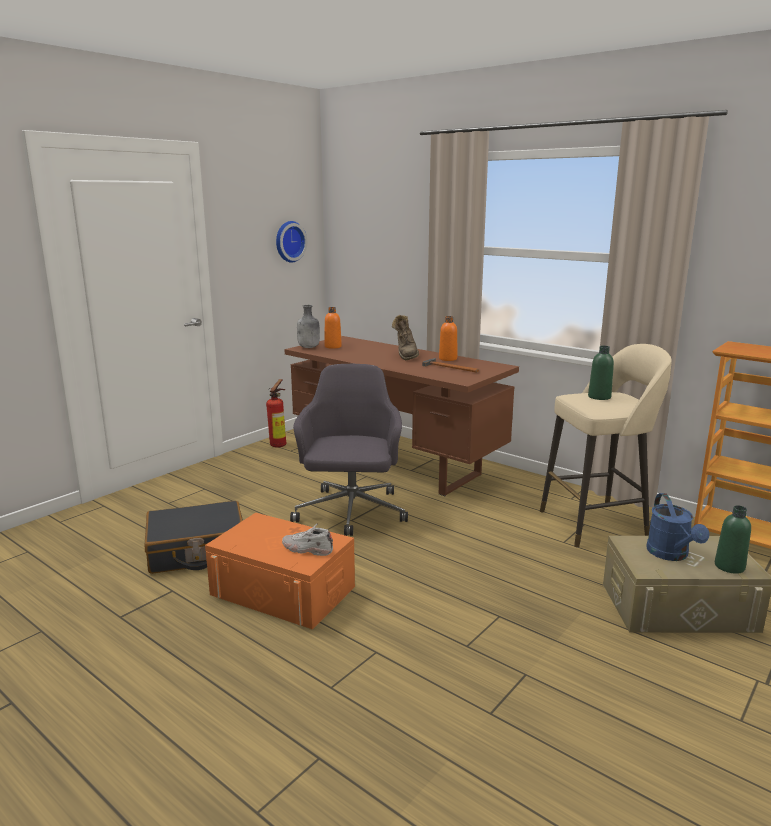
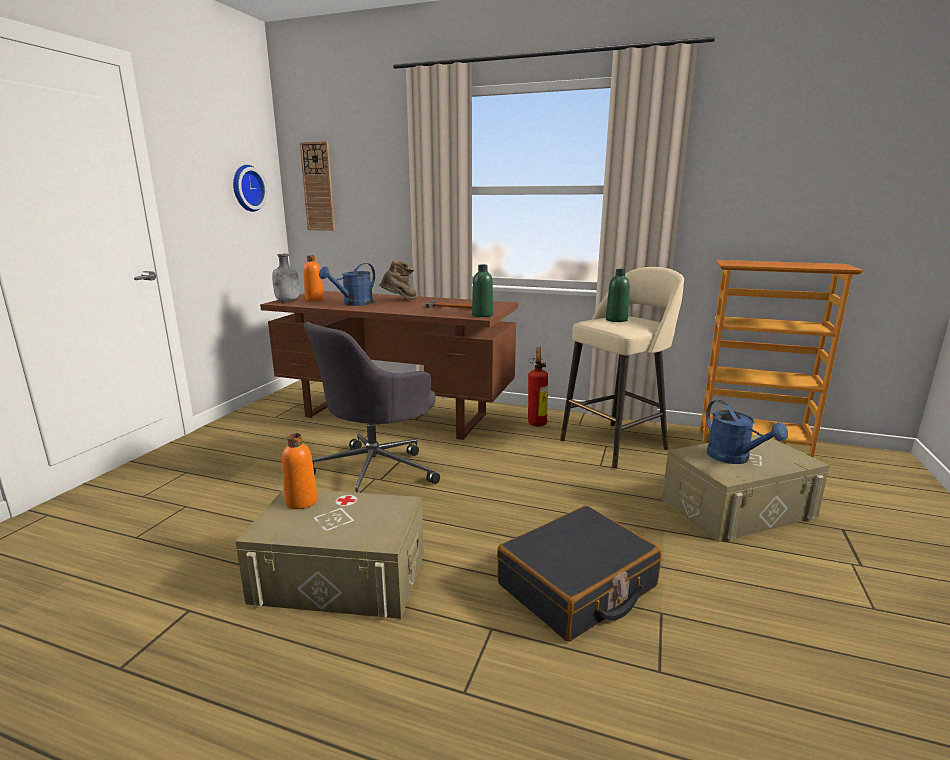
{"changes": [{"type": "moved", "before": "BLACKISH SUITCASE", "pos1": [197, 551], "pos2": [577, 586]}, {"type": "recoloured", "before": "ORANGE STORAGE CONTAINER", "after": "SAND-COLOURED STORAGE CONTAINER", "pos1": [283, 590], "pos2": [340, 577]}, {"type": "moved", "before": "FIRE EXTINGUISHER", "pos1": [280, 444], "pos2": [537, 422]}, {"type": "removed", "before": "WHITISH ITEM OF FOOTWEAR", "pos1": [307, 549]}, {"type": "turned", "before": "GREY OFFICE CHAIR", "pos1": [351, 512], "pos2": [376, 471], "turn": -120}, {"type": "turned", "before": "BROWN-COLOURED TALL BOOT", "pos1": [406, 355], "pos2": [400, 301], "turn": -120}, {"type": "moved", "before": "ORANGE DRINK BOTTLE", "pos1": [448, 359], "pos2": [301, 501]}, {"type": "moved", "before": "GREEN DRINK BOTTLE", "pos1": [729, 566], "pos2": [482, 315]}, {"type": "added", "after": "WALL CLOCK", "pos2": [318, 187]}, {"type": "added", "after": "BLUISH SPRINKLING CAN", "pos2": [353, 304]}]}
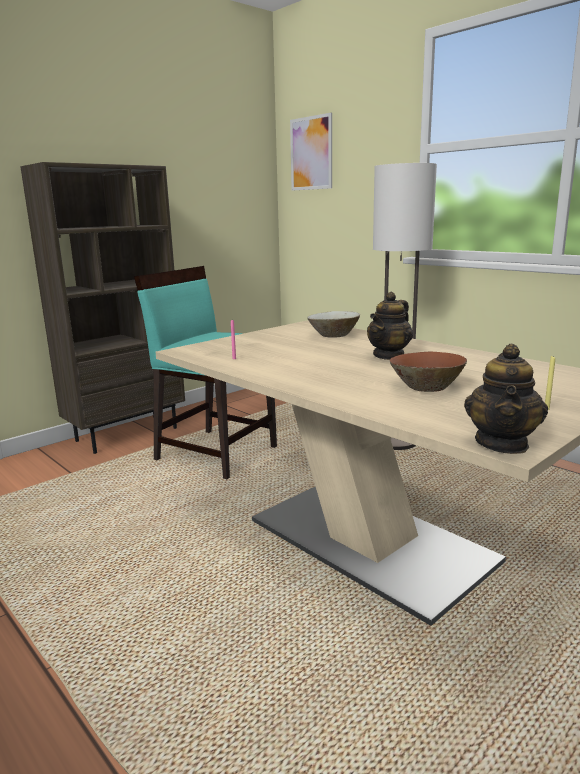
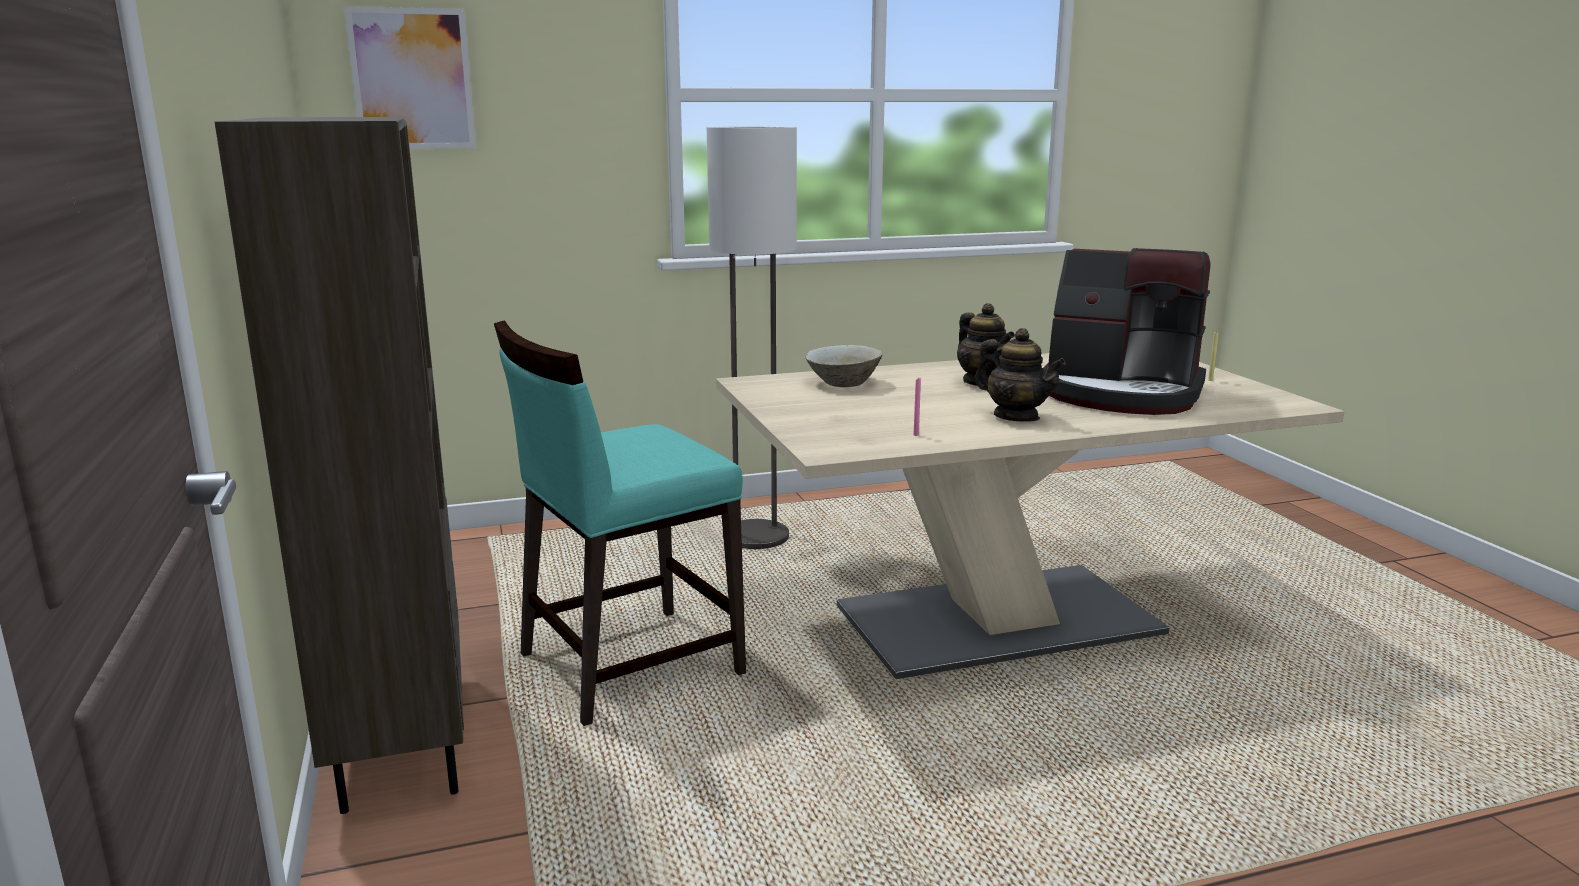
{"changes": [{"type": "replaced", "before": "BROWN-COLOURED SERVING BOWL", "after": "COFFEE MACHINE", "pos1": [426, 387], "pos2": [1121, 394]}, {"type": "moved", "before": "TEA POT", "pos1": [502, 443], "pos2": [1016, 417]}]}
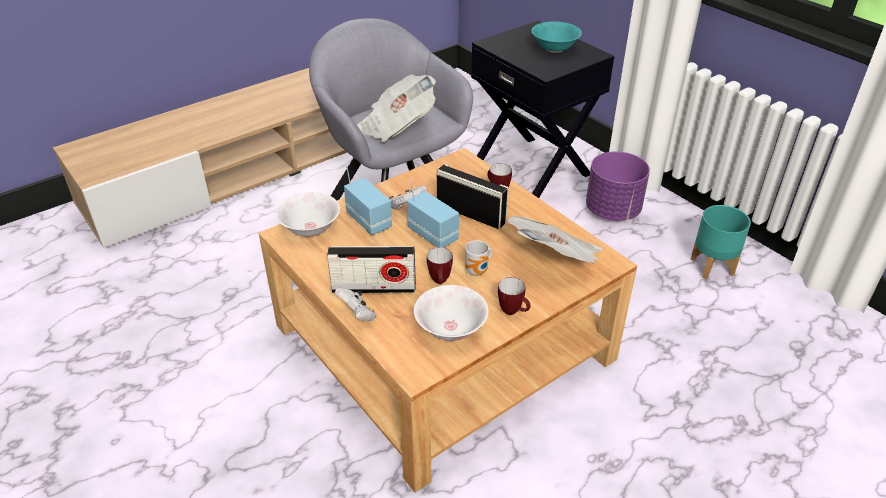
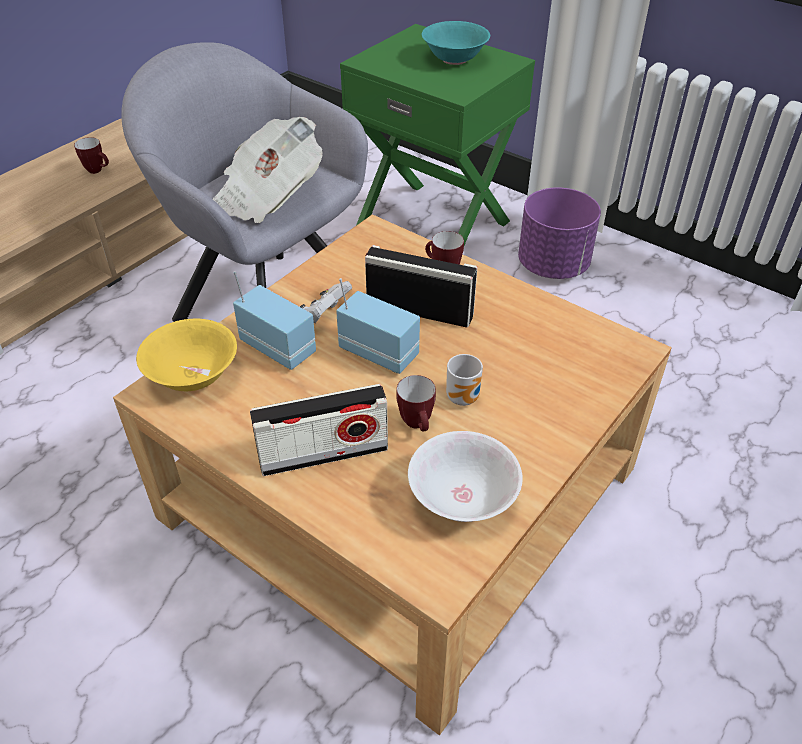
{"changes": [{"type": "recoloured", "before": "WHITISH SERVING BOWL", "after": "YELLOW SERVING BOWL", "pos1": [310, 229], "pos2": [193, 377]}, {"type": "removed", "before": "WHITISH JOYPAD", "pos1": [357, 314]}, {"type": "recoloured", "before": "BLACKISH NIGHT TABLE", "after": "GREEN NIGHT TABLE", "pos1": [532, 168], "pos2": [434, 224]}, {"type": "moved", "before": "MUG", "pos1": [513, 311], "pos2": [98, 171]}, {"type": "removed", "before": "PRINTED PAPER", "pos1": [556, 259]}, {"type": "removed", "before": "BLUE-GREEN PLANT POT", "pos1": [711, 266]}]}
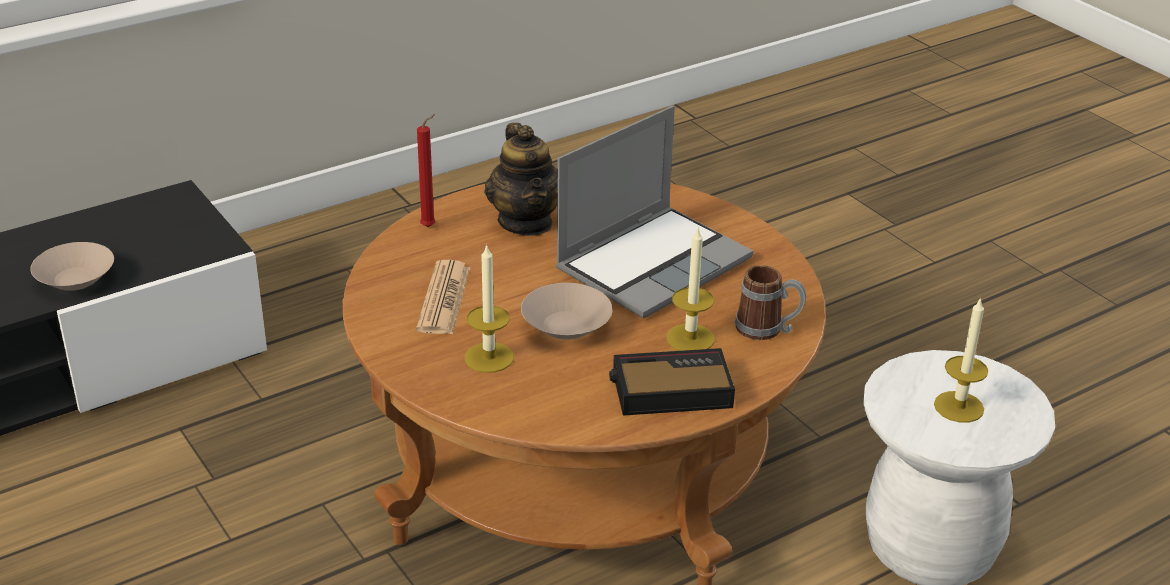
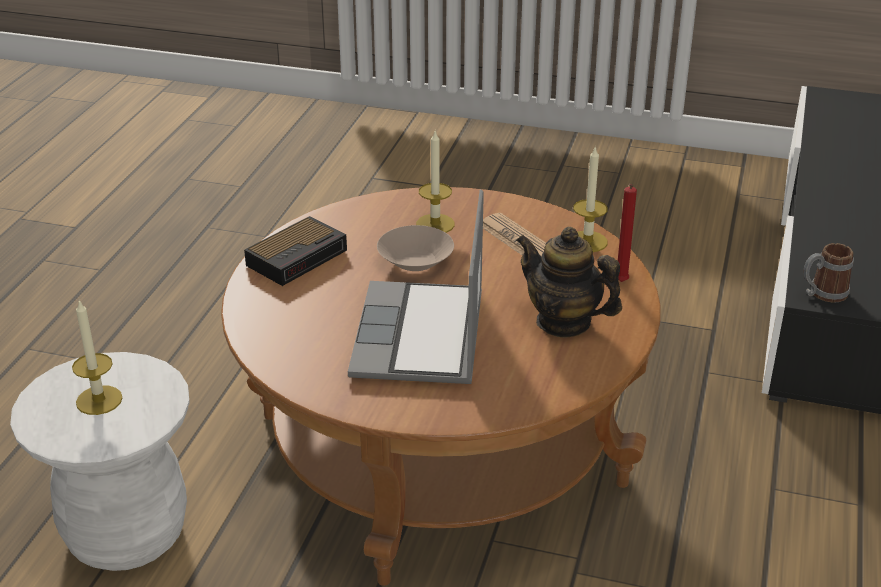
{"changes": [{"type": "removed", "before": "SAND-COLOURED SERVING BOWL", "pos1": [76, 280]}, {"type": "moved", "before": "WAX LIGHT", "pos1": [690, 338], "pos2": [587, 241]}, {"type": "moved", "before": "MUG", "pos1": [767, 329], "pos2": [822, 294]}]}
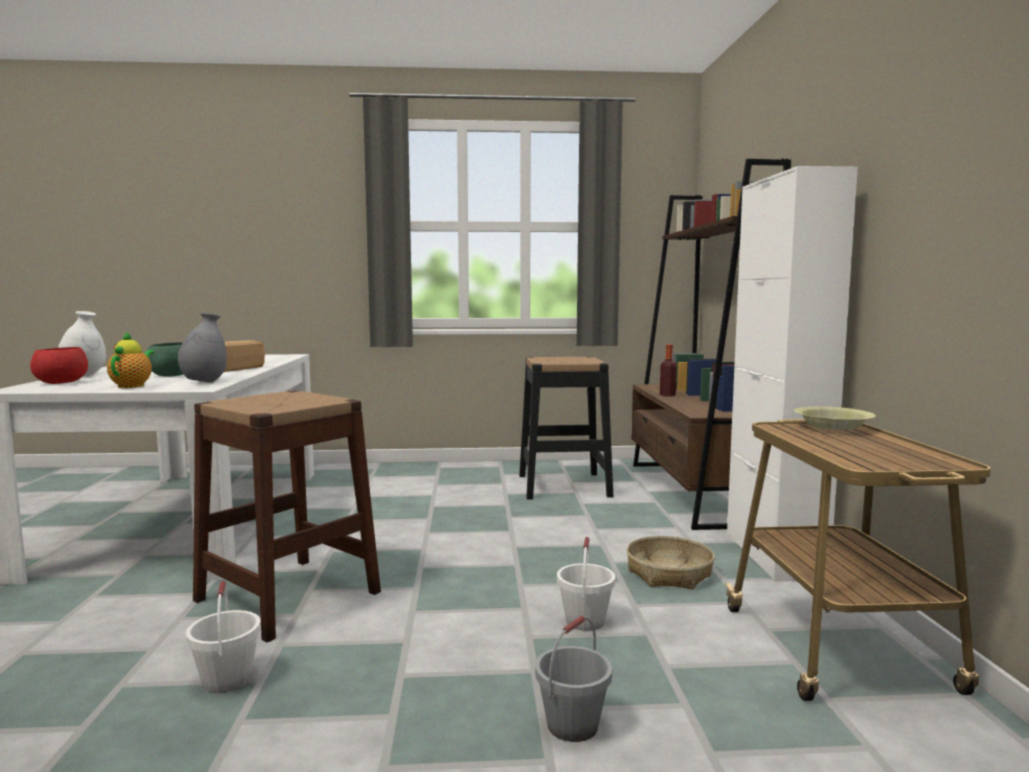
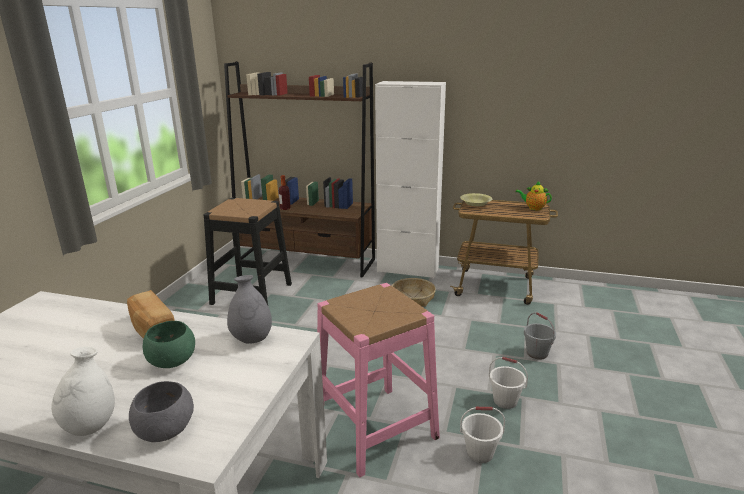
{"changes": [{"type": "recoloured", "before": "RED SERVING BOWL", "after": "GREY SERVING BOWL", "pos1": [61, 383], "pos2": [164, 430]}, {"type": "moved", "before": "TEA POT", "pos1": [133, 386], "pos2": [533, 208]}, {"type": "recoloured", "before": "BROWN-COLOURED SITTING STOOL", "after": "PINK SITTING STOOL", "pos1": [288, 596], "pos2": [375, 428]}, {"type": "moved", "before": "WHITISH BUCKET", "pos1": [584, 621], "pos2": [505, 401]}]}
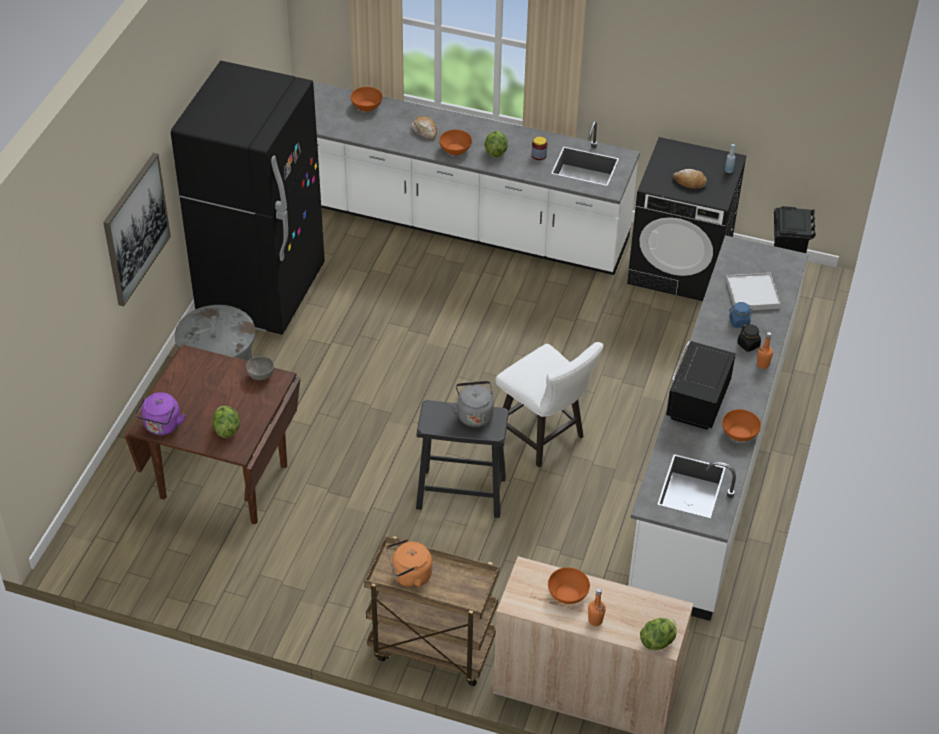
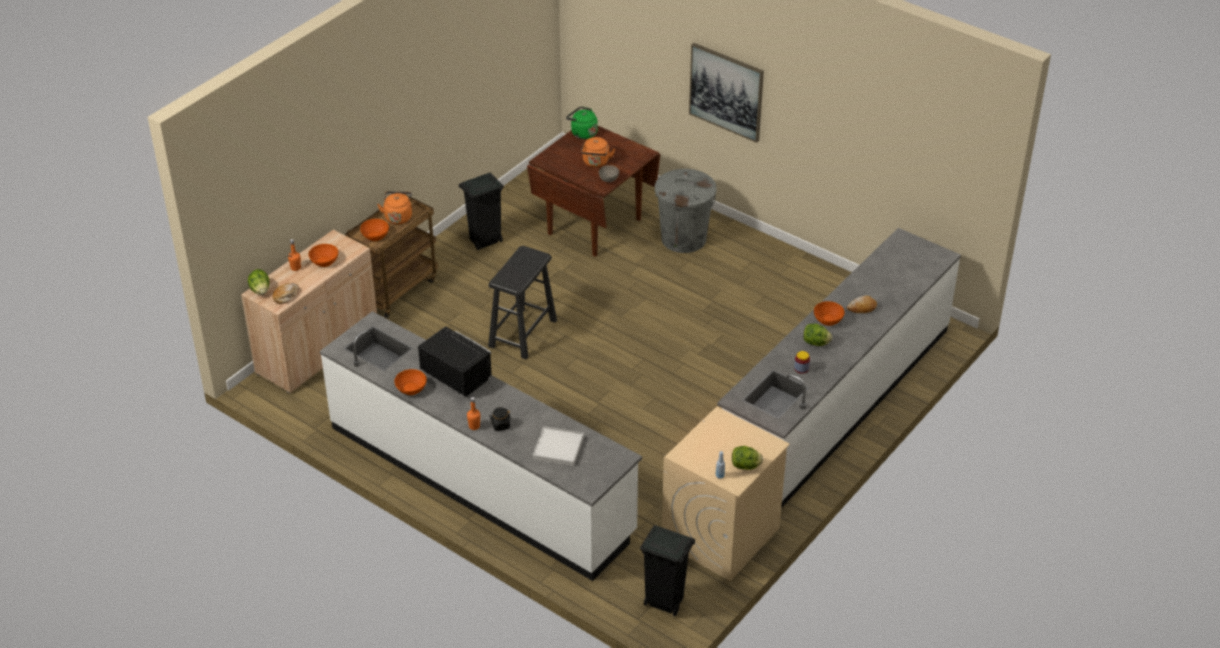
{"changes": [{"type": "recoloured", "before": "PURPLISH KETTLE", "after": "GREEN KETTLE", "pos1": [162, 426], "pos2": [582, 133]}, {"type": "removed", "before": "BLACKISH KITCHEN FRIDGE", "pos1": [261, 291]}, {"type": "moved", "before": "LETTUCE HEAD", "pos1": [226, 429], "pos2": [746, 466]}, {"type": "moved", "before": "ORANGE SERVING BOWL", "pos1": [366, 106], "pos2": [375, 236]}, {"type": "removed", "before": "GREY KETTLE", "pos1": [474, 414]}, {"type": "removed", "before": "WHITISH SITTING STOOL", "pos1": [544, 438]}, {"type": "recoloured", "before": "BLACKISH WASHING MACHINE", "after": "SAND-COLOURED WASHING MACHINE", "pos1": [680, 267], "pos2": [720, 536]}, {"type": "moved", "before": "BAKED BREAD", "pos1": [689, 182], "pos2": [286, 296]}, {"type": "removed", "before": "BLUISH JAR", "pos1": [739, 322]}, {"type": "added", "after": "BLACKISH TRASH CAN", "pos2": [484, 241]}, {"type": "added", "after": "ORANGE KETTLE", "pos2": [596, 162]}]}
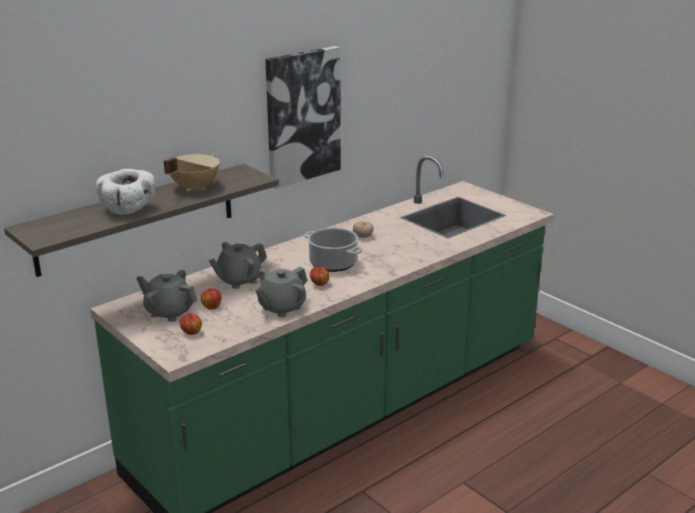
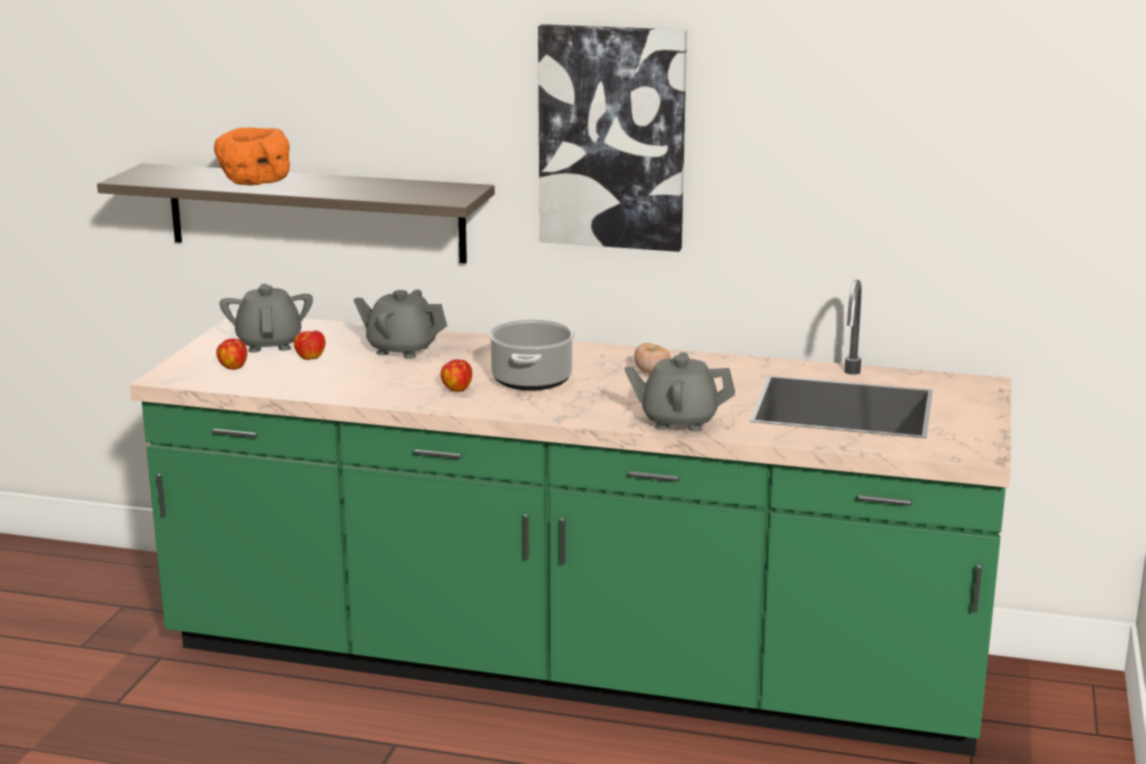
{"changes": [{"type": "recoloured", "before": "WHITISH SERVING BOWL", "after": "ORANGE SERVING BOWL", "pos1": [128, 210], "pos2": [255, 183]}, {"type": "removed", "before": "SAND-COLOURED STOCKPOT", "pos1": [193, 187]}, {"type": "moved", "before": "GREY TEA POT", "pos1": [281, 308], "pos2": [678, 421]}]}
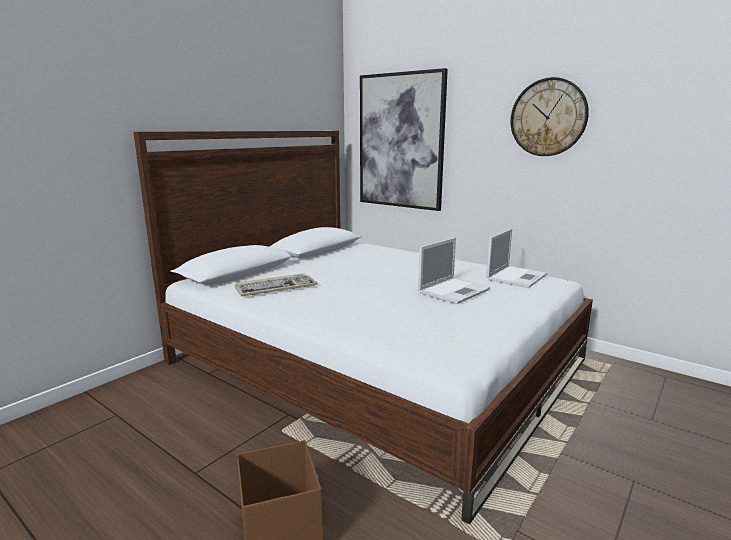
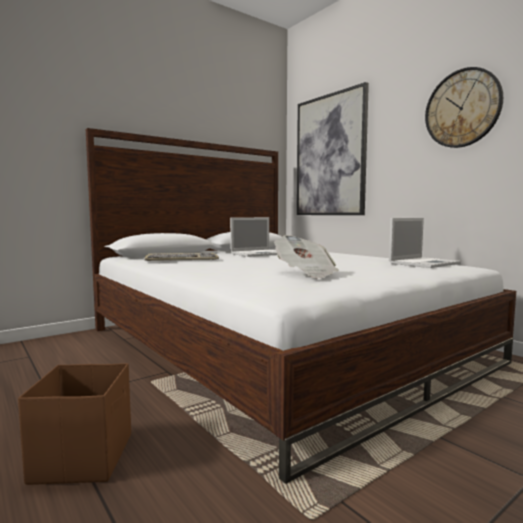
{"changes": [{"type": "moved", "before": "NOTEBOOK COMPUTER", "pos1": [454, 290], "pos2": [259, 254]}, {"type": "added", "after": "PRINTED PAPER", "pos2": [305, 273]}]}
